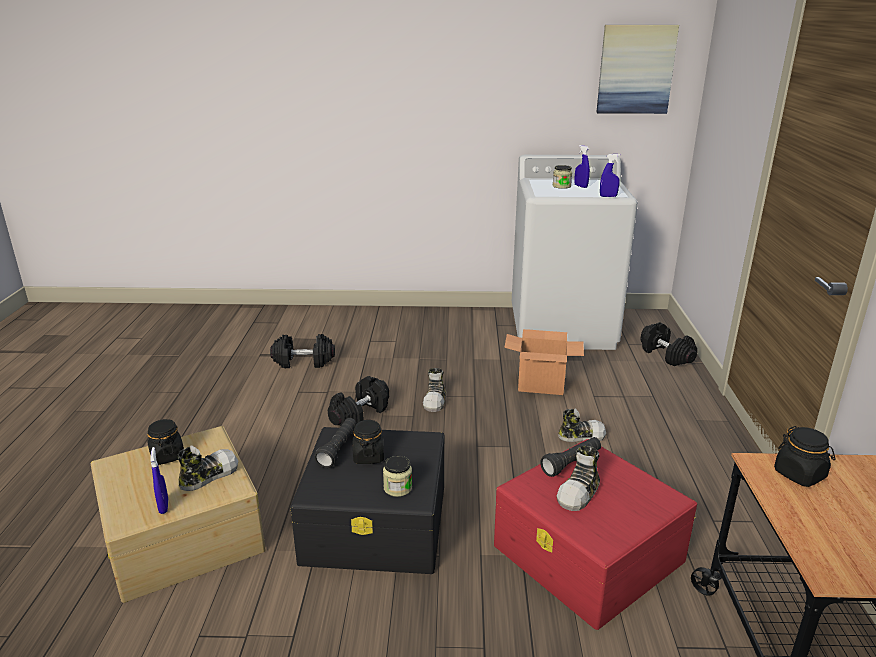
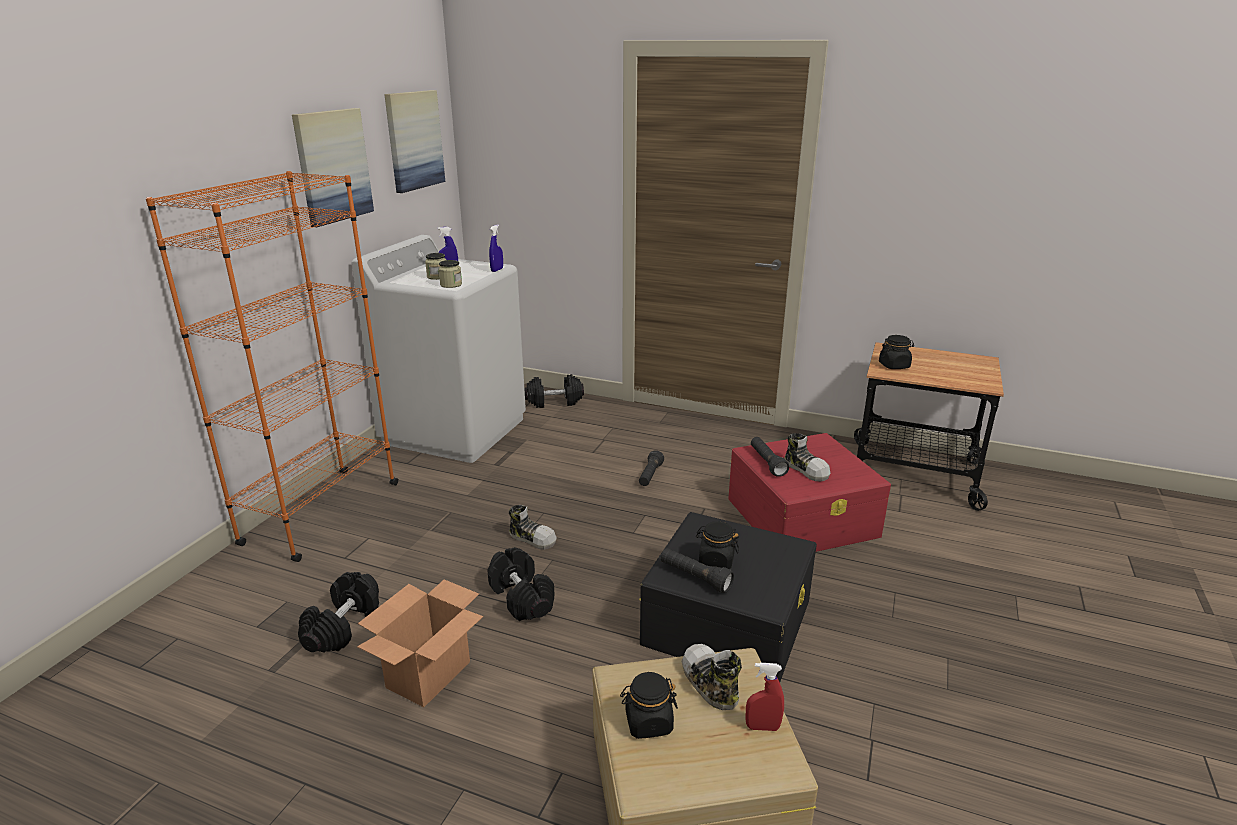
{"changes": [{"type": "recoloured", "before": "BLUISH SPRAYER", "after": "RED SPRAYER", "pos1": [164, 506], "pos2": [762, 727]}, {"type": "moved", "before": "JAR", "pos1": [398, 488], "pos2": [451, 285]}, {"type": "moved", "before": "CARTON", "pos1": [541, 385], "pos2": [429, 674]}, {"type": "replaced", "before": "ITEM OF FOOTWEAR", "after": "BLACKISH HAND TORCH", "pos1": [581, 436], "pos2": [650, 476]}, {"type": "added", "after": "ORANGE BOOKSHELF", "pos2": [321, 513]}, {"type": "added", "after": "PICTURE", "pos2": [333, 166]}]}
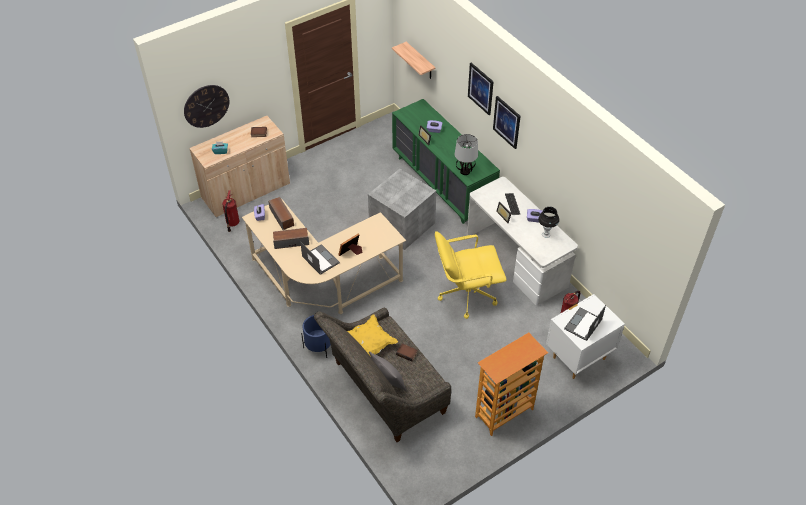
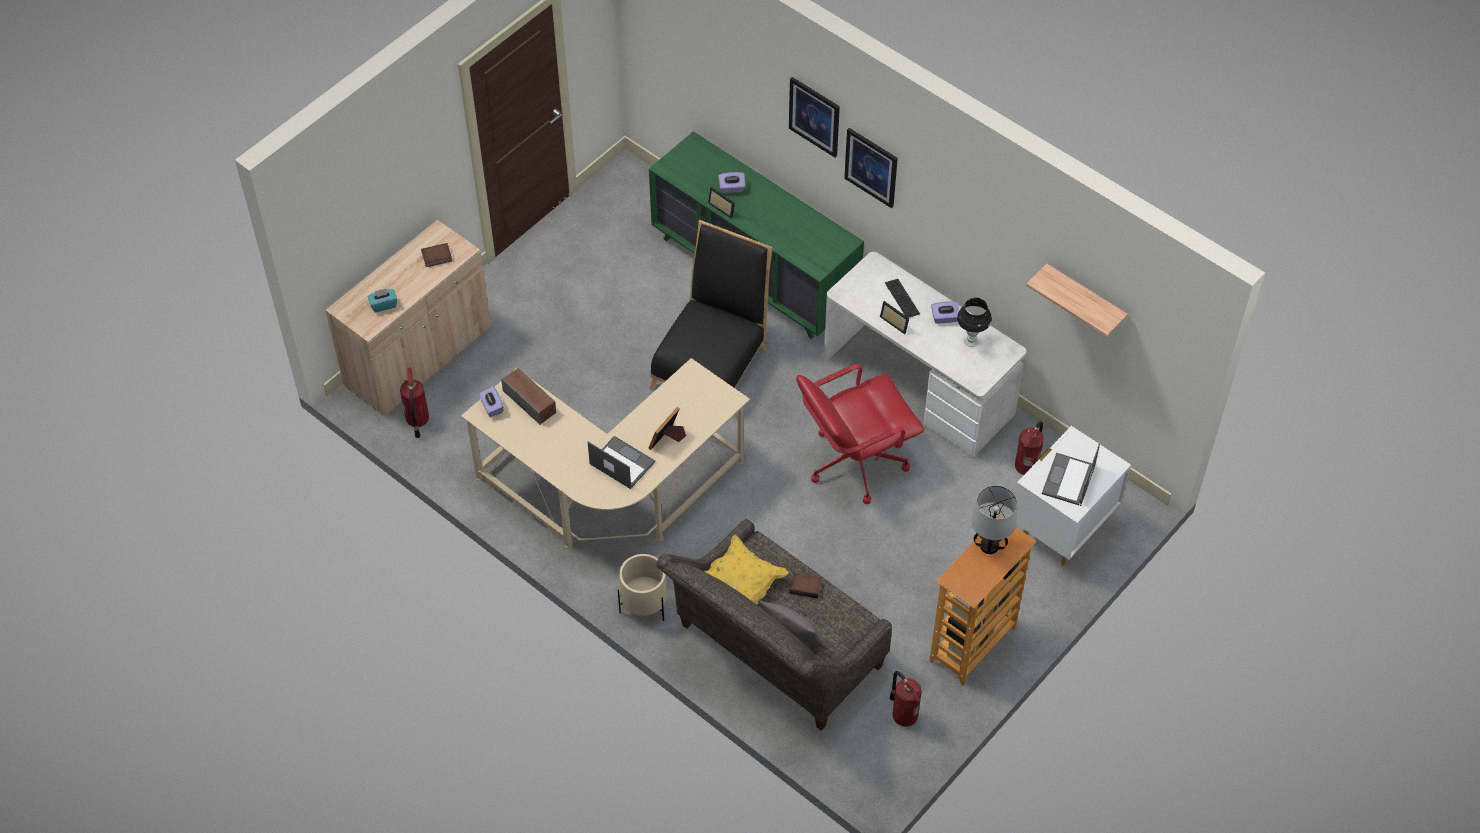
{"changes": [{"type": "removed", "before": "WALL CLOCK", "pos1": [206, 106]}, {"type": "removed", "before": "AUDIO SPEAKER", "pos1": [291, 242]}, {"type": "recoloured", "before": "BLUISH PLANT POT", "after": "SAND-COLOURED PLANT POT", "pos1": [319, 347], "pos2": [644, 605]}, {"type": "replaced", "before": "GREY STORAGE CONTAINER", "after": "BLACKISH CHAIR", "pos1": [403, 225], "pos2": [712, 362]}, {"type": "moved", "before": "WALL SHELF", "pos1": [420, 61], "pos2": [1084, 299]}, {"type": "recoloured", "before": "YELLOW OFFICE CHAIR", "after": "RED OFFICE CHAIR", "pos1": [466, 294], "pos2": [855, 462]}, {"type": "moved", "before": "TABLE LAMP", "pos1": [465, 171], "pos2": [989, 545]}, {"type": "added", "after": "FIRE EXTINGUISHER", "pos2": [904, 715]}]}
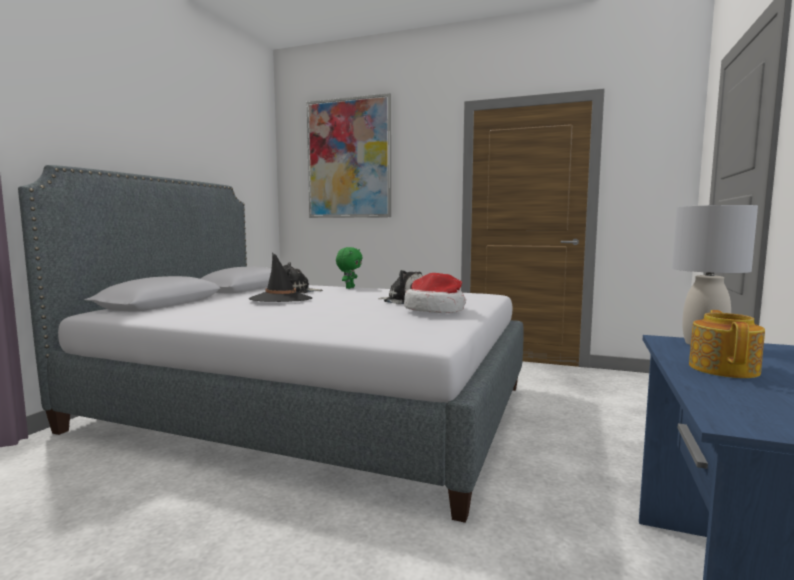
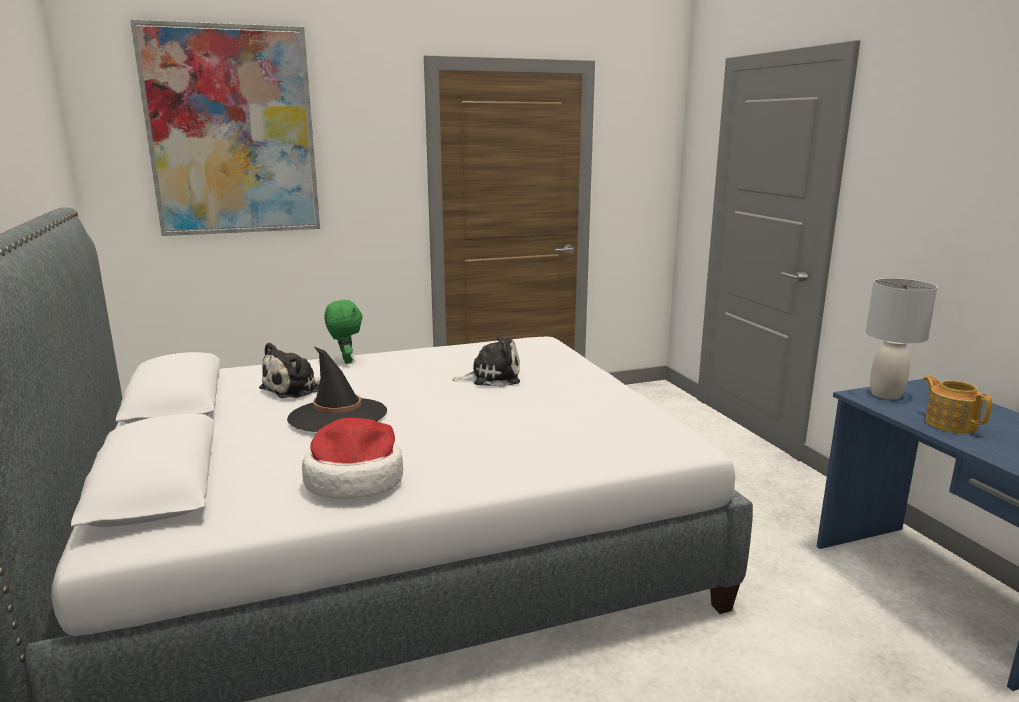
{"changes": [{"type": "moved", "before": "CLOTHING HAT", "pos1": [435, 310], "pos2": [355, 480]}]}
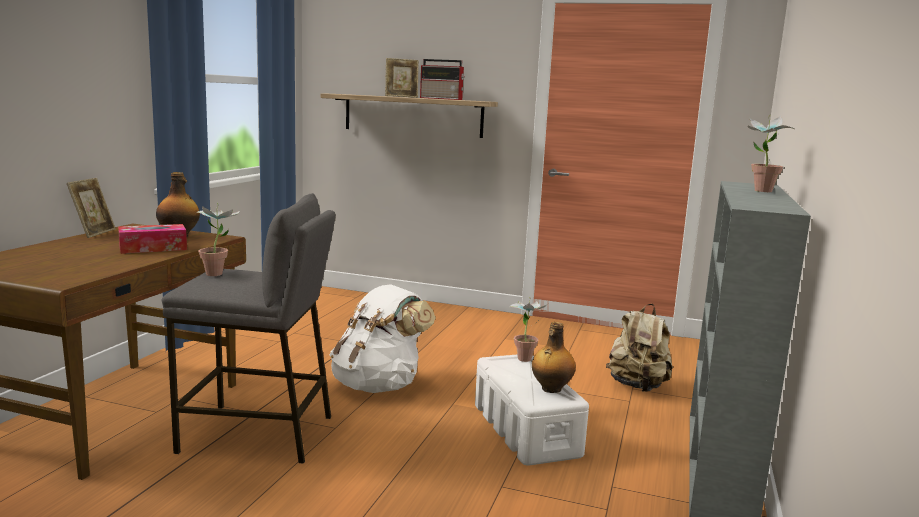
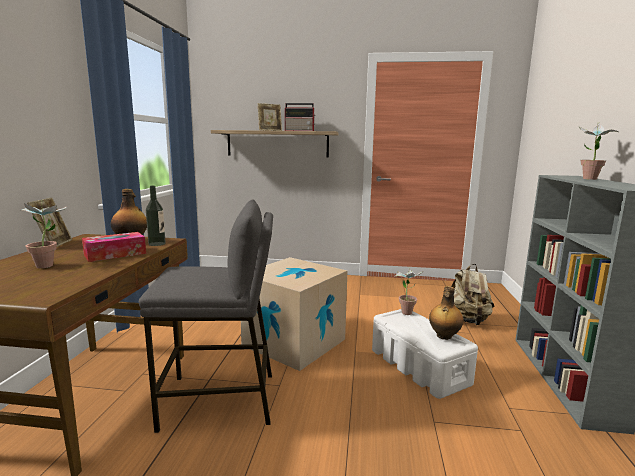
{"changes": [{"type": "moved", "before": "PLANT IN A POT", "pos1": [218, 273], "pos2": [49, 264]}, {"type": "replaced", "before": "WHITISH RUCKSACK", "after": "CARTON", "pos1": [379, 385], "pos2": [294, 342]}, {"type": "added", "after": "DRINK BOTTLE", "pos2": [157, 244]}]}
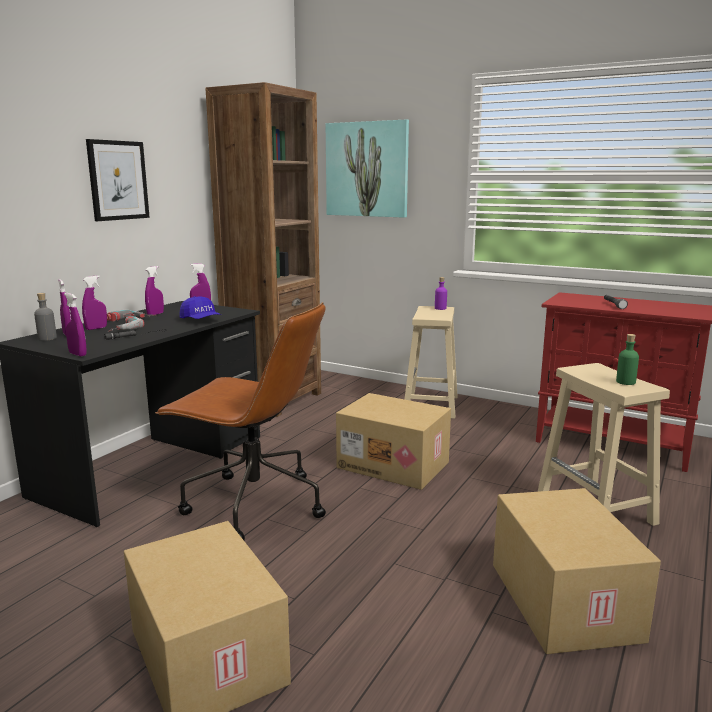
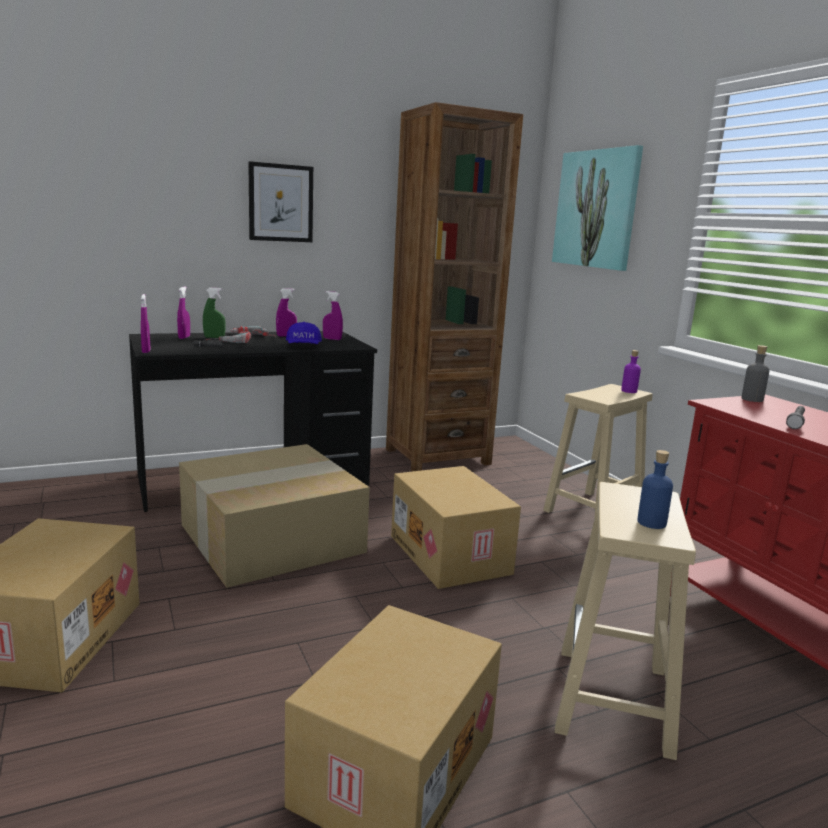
{"changes": [{"type": "moved", "before": "GREY DRINK BOTTLE", "pos1": [47, 338], "pos2": [752, 399]}, {"type": "recoloured", "before": "PURPLISH SPRAYER", "after": "GREEN SPRAYER", "pos1": [96, 328], "pos2": [214, 337]}, {"type": "replaced", "before": "BROWN-COLOURED OFFICE CHAIR", "after": "CARTON", "pos1": [252, 504], "pos2": [270, 540]}, {"type": "recoloured", "before": "GREEN DRINK BOTTLE", "after": "BLUISH DRINK BOTTLE", "pos1": [625, 382], "pos2": [651, 523]}]}
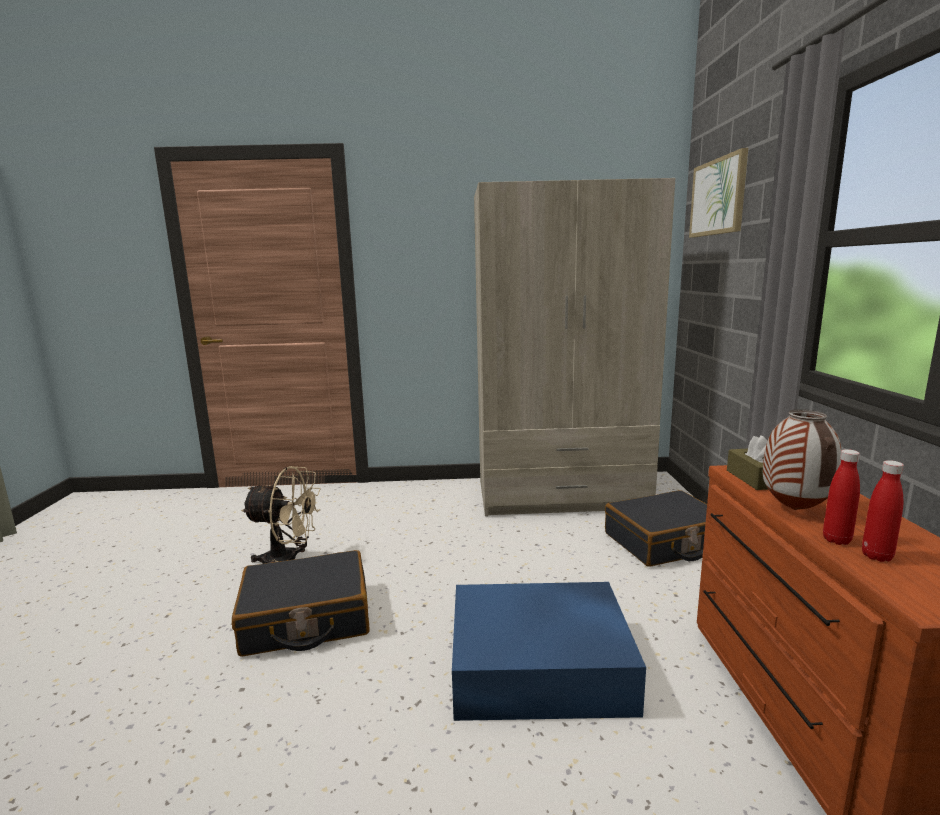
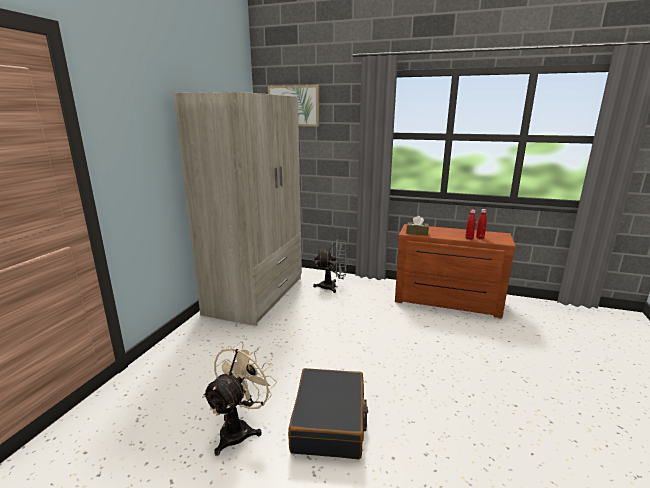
{"changes": [{"type": "removed", "before": "BLUISH STORAGE CONTAINER", "pos1": [542, 667]}, {"type": "replaced", "before": "BLACKISH SUITCASE", "after": "GREY COOLING FAN", "pos1": [665, 542], "pos2": [332, 287]}, {"type": "removed", "before": "DECORATIVE VASE", "pos1": [793, 509]}]}
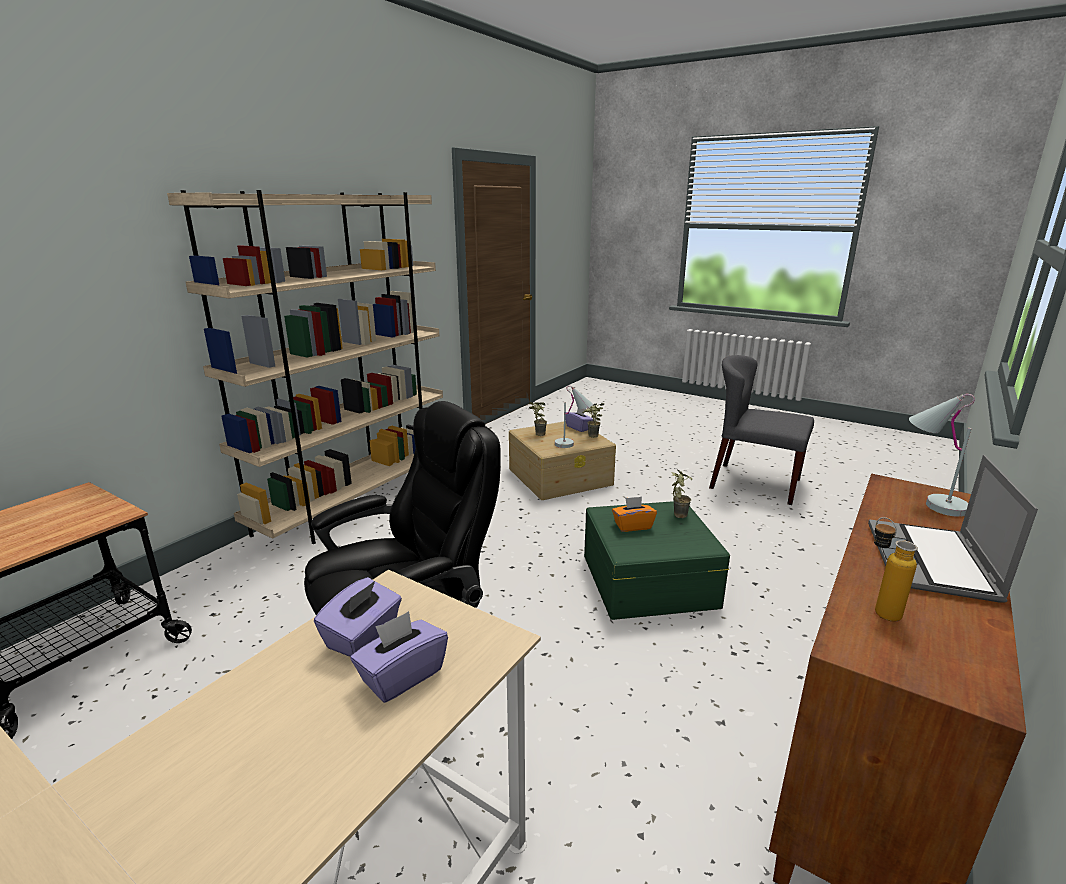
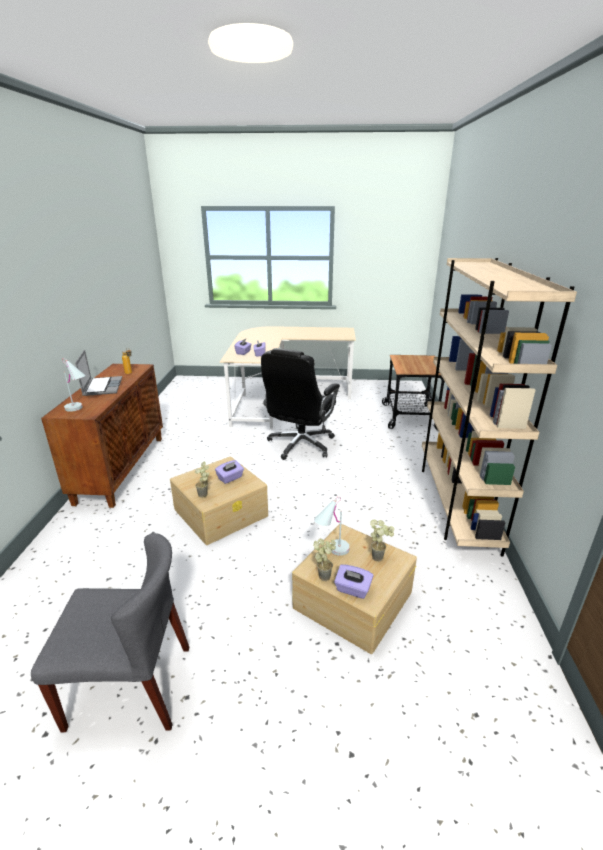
{"changes": [{"type": "recoloured", "before": "GREEN STORAGE CONTAINER", "after": "SAND-COLOURED STORAGE CONTAINER", "pos1": [647, 580], "pos2": [221, 512]}, {"type": "recoloured", "before": "ORANGE TISSUE BOX", "after": "PURPLISH TISSUE BOX", "pos1": [632, 526], "pos2": [230, 478]}]}
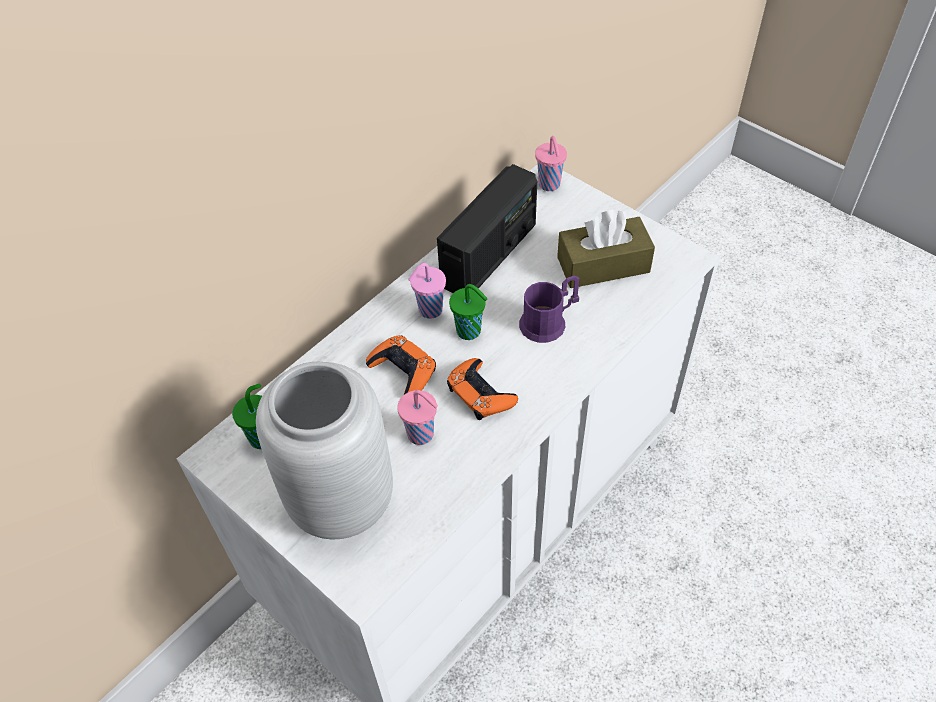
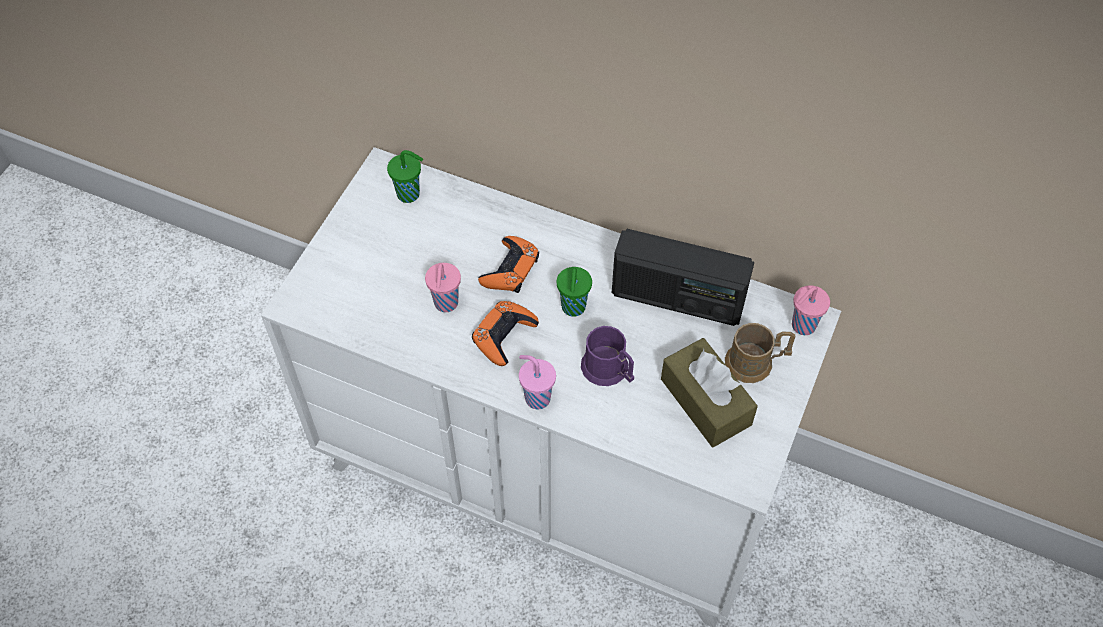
{"changes": [{"type": "removed", "before": "GREY DECORATIVE VASE", "pos1": [342, 498]}, {"type": "moved", "before": "PINK SMALL CUP", "pos1": [429, 310], "pos2": [536, 397]}, {"type": "added", "after": "BROWN-COLOURED MUG", "pos2": [756, 362]}]}
